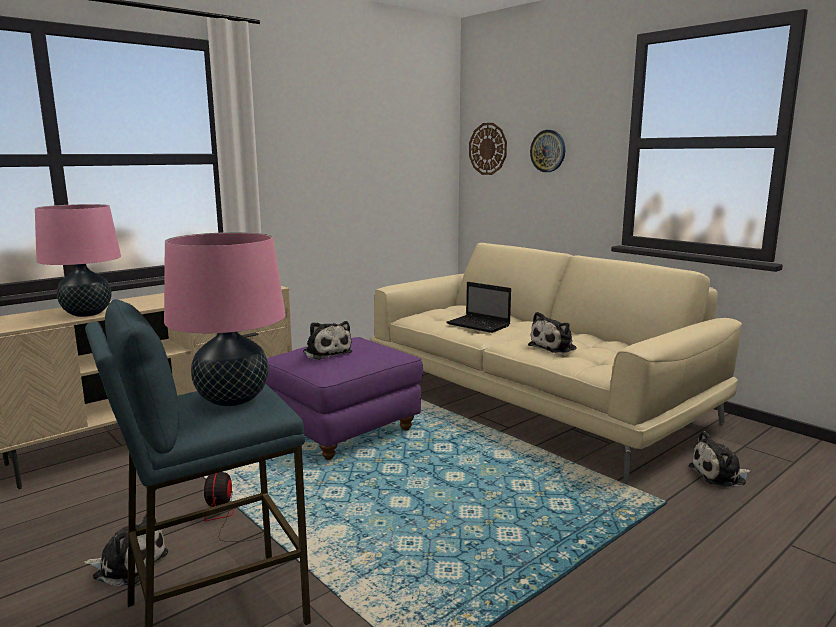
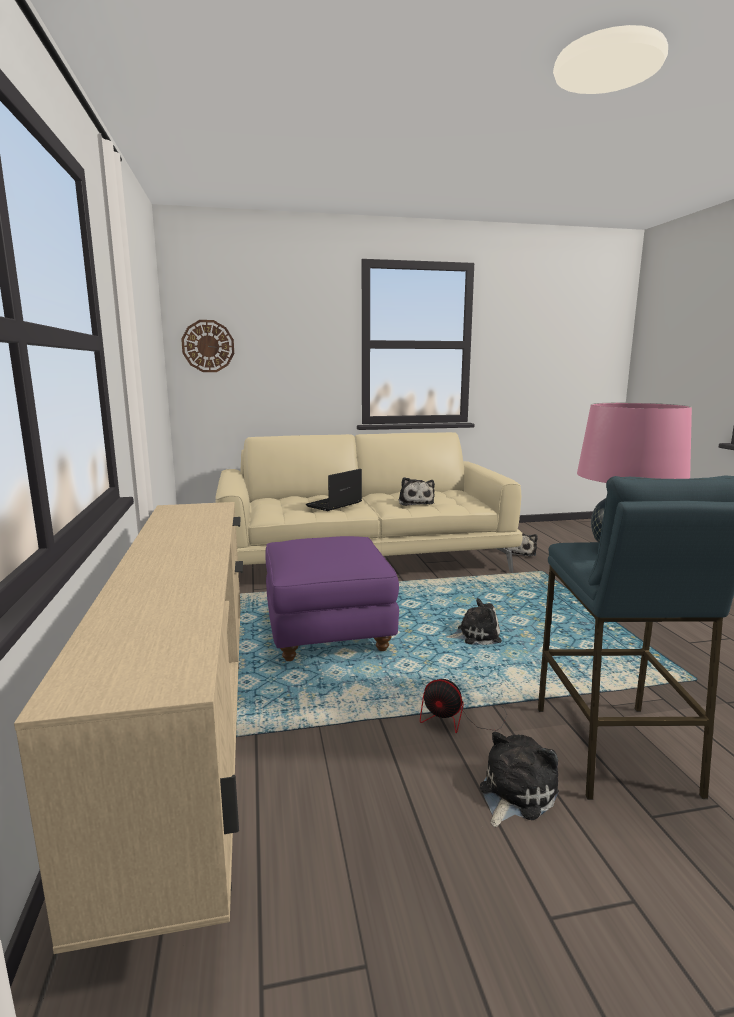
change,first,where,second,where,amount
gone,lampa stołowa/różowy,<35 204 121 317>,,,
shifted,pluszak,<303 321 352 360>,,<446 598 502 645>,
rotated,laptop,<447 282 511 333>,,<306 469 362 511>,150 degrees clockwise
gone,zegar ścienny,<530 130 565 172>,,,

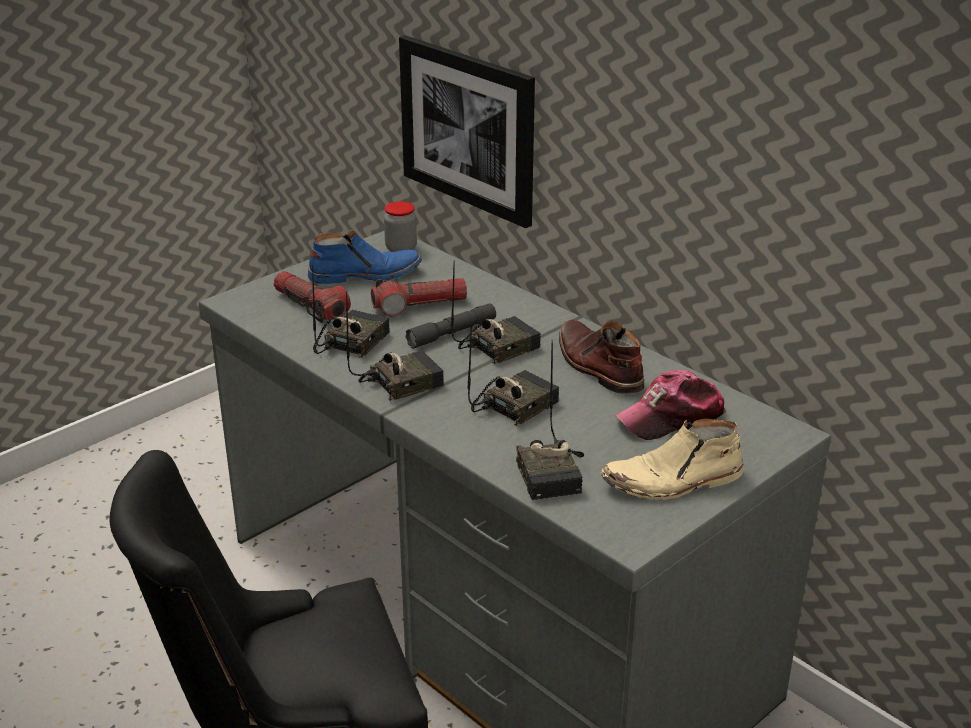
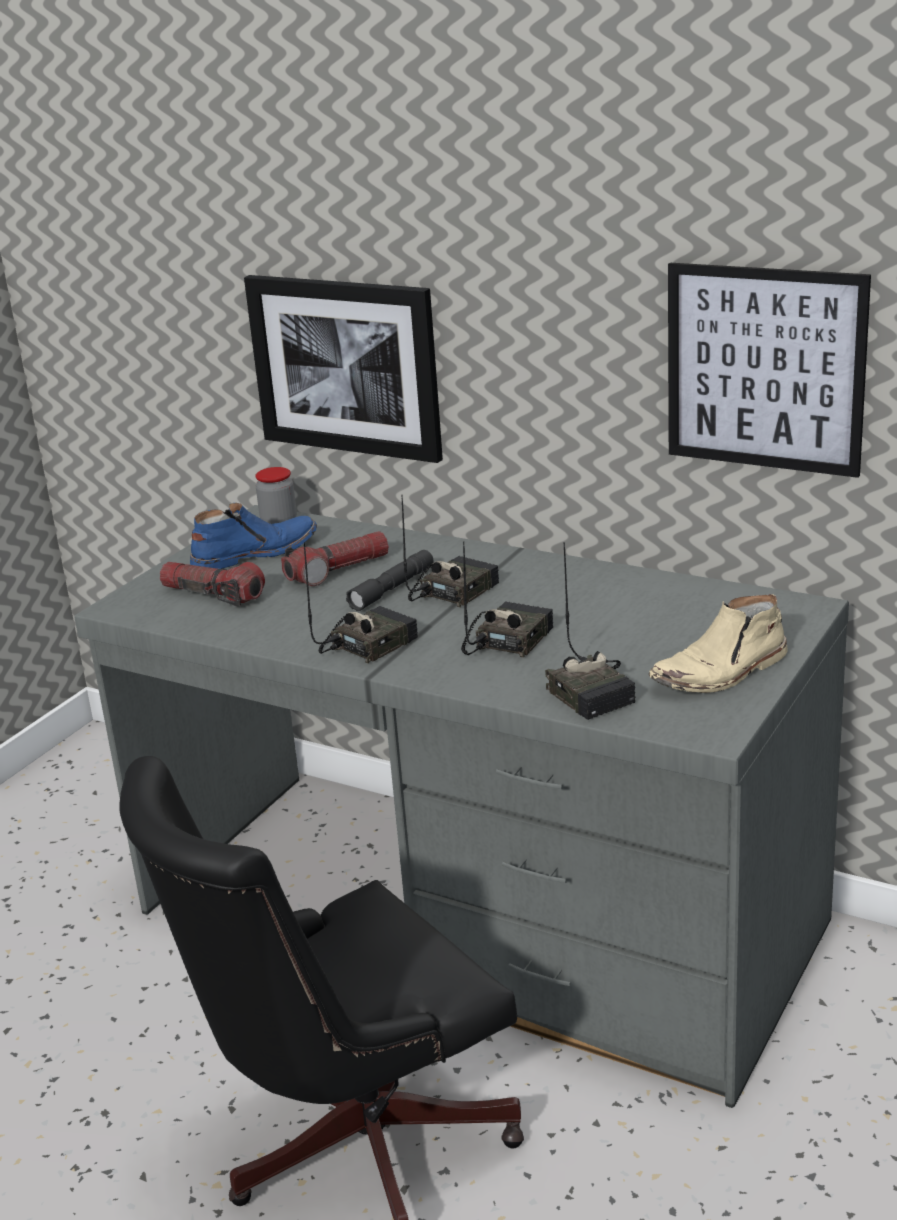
change,first,where,second,where,amount
gone,radio,<312 265 390 358>,,,
gone,but z cholewką/brązowy,<559 320 644 394>,,,
gone,czapka z daszkiem,<615 370 726 440>,,,
new,,,obraz,<668 263 871 478>,

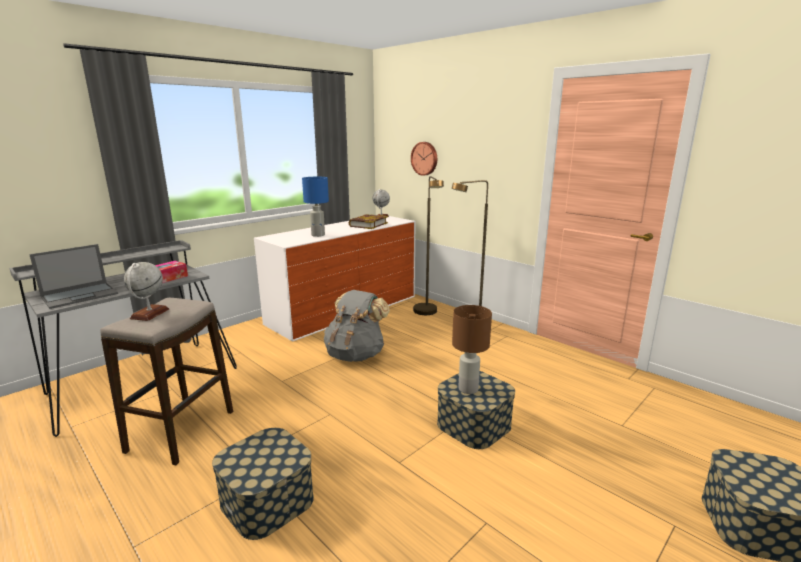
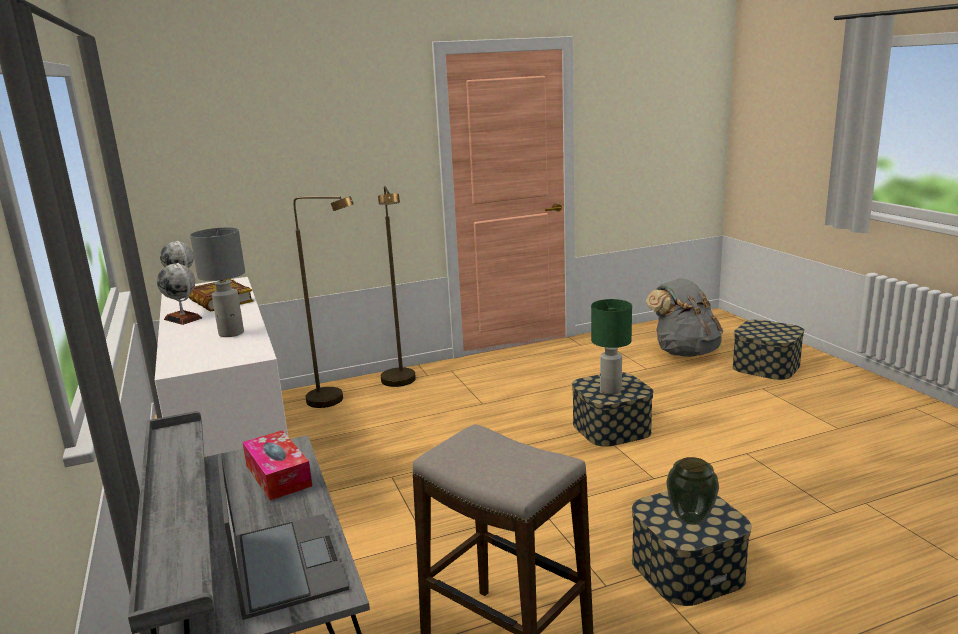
change,first,where,second,where,amount
shifted,globus,<124 262 169 321>,,<157 263 202 325>,
repainted,lampa stołowa/niebieski,<302 177 329 237>,lampa stołowa/szary,<190 227 245 337>,
shifted,plecak/szary,<324 290 390 362>,,<646 278 723 357>,
gone,zegar ścienny,<411 142 437 176>,,,
repainted,lampa stołowa/brązowy,<452 305 492 394>,lampa stołowa/zielony,<591 299 632 395>,
new,,,wazon,<666 457 719 525>,

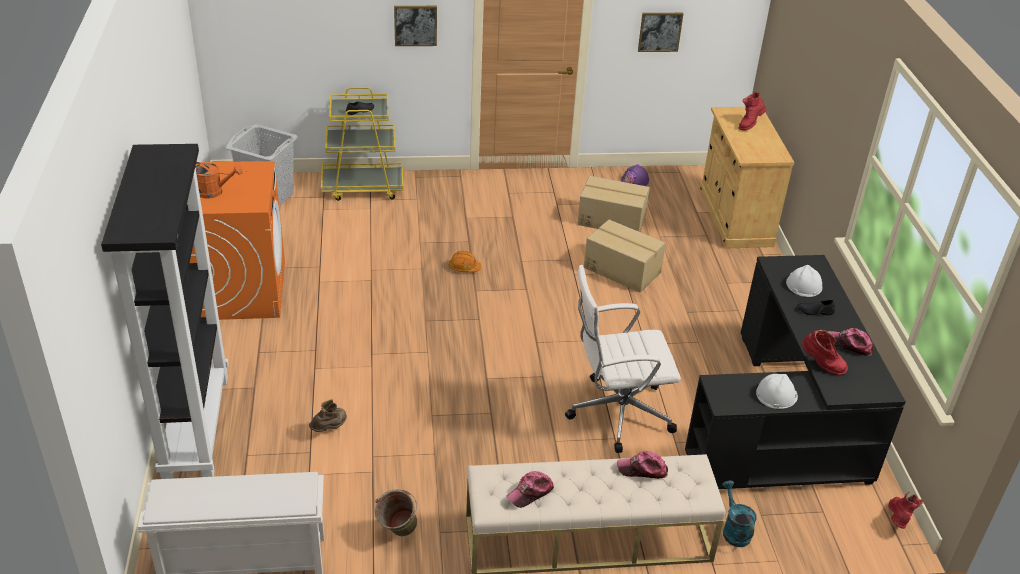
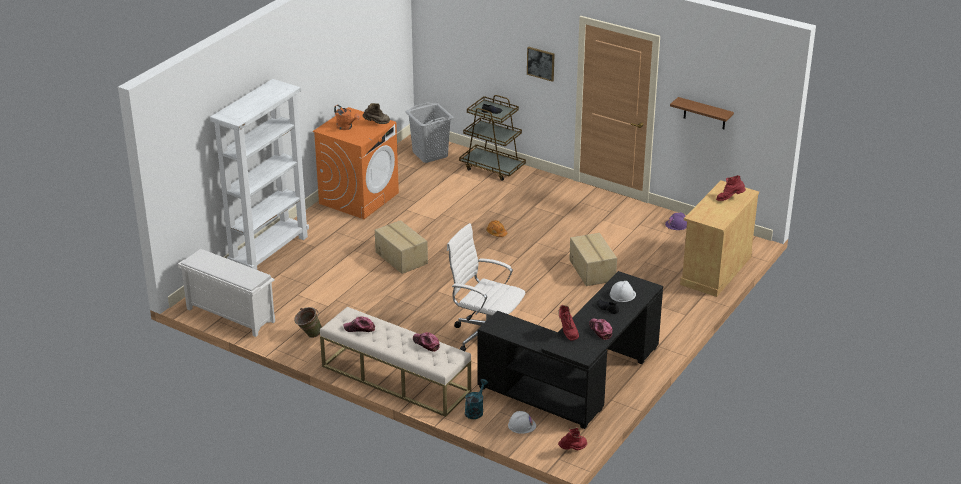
change,first,where,second,where,amount
repainted,regał/czarny,<101 144 228 479>,regał/biały,<210 79 309 270>,
shifted,but z cholewką/brązowy,<309 399 347 432>,,<362 103 390 124>,
repainted,wózek/żółty,<321 87 404 201>,wózek/brązowy,<459 95 526 181>,
shifted,karton,<578 176 650 232>,,<375 220 428 274>,
swapped,obraz,<638 13 683 52>,półka/brązowy,<670 97 734 129>,
shifted,kask/biały,<756 374 798 409>,,<508 411 536 434>,

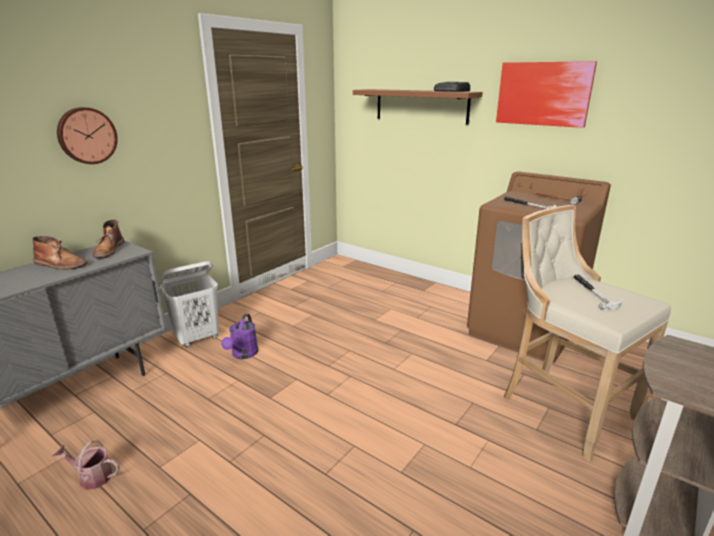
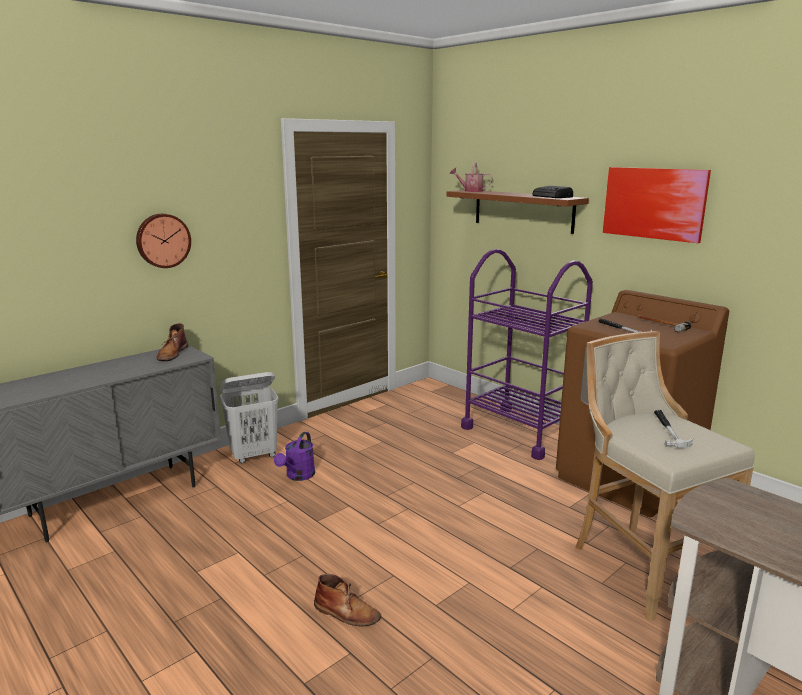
change,first,where,second,where,amount
shifted,but z cholewką/brązowy,<32 236 88 269>,,<314 574 381 626>,
shifted,konewka,<53 440 120 490>,,<450 163 493 192>,
new,,,wózek/fioletowy,<461 249 593 460>,

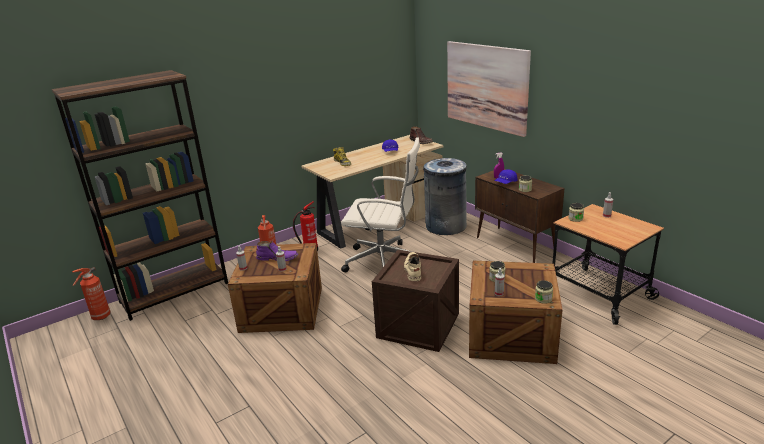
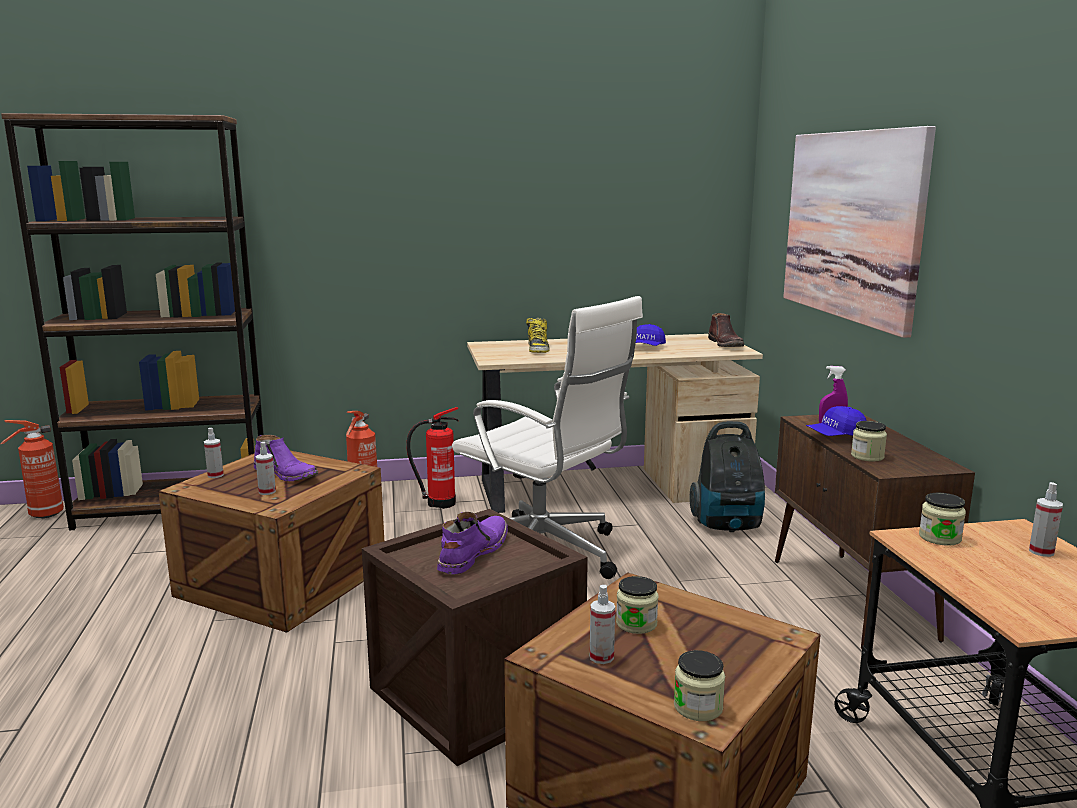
change,first,where,second,where,amount
repainted,but z cholewką/beżowy,<404 252 421 281>,but z cholewką/fioletowy,<437 512 508 575>,
swapped,kosz na śmieci/szary,<423 158 467 235>,odkurzacz,<689 421 765 532>,

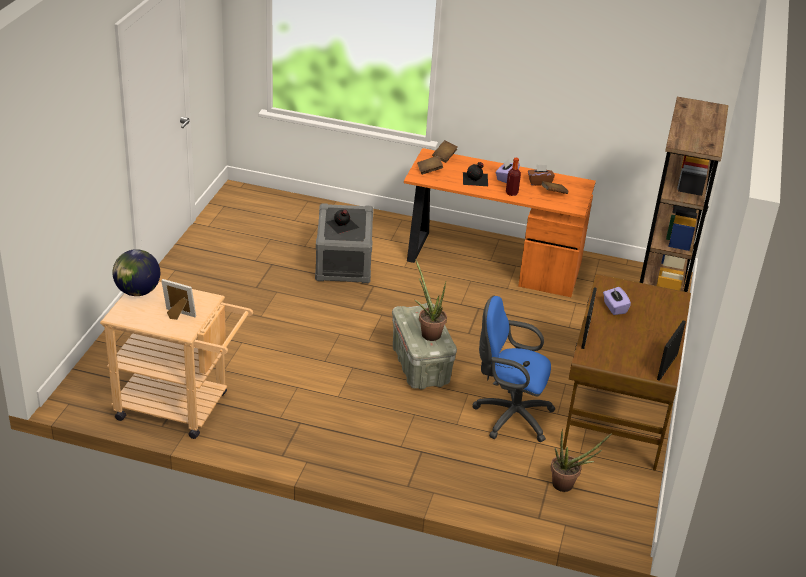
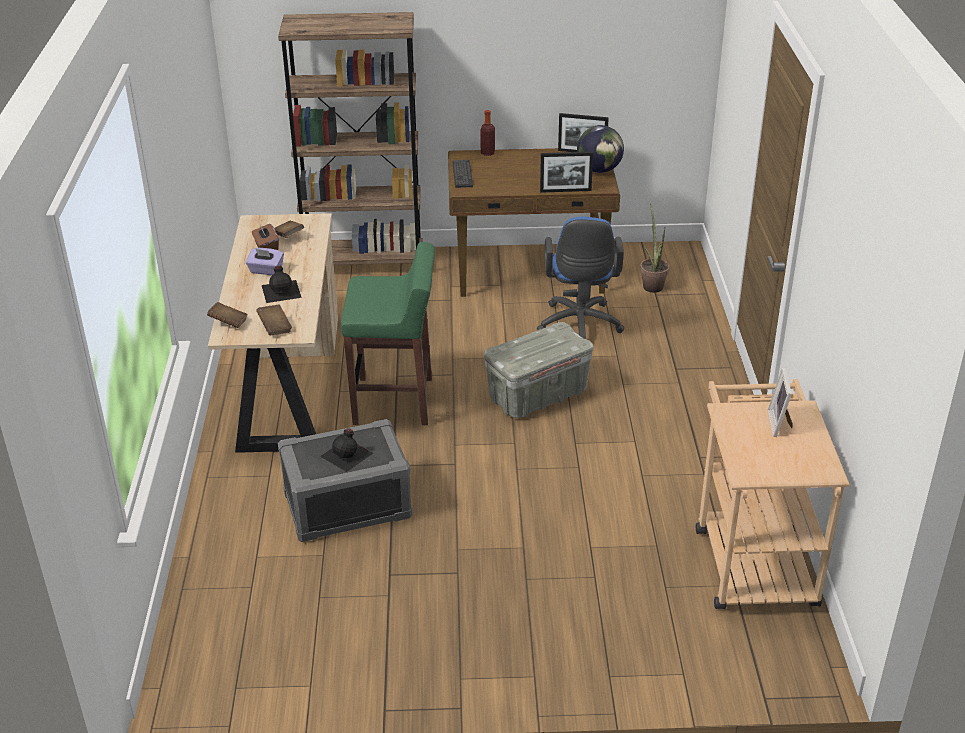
change,first,where,second,where,amount
shifted,globus,<113 249 160 296>,,<577 125 624 173>,
repainted,biurko/pomarańczowy,<404 148 596 297>,biurko/beżowy,<208 213 338 453>,
gone,roślina doniczkowa,<415 259 447 341>,,,
shifted,butelka,<506 158 521 196>,,<480 110 495 156>,
gone,pudełko chusteczek/fioletowy,<603 287 631 315>,,,
new,,,stołek/zielony,<341 242 435 425>,
new,,,klawiatura,<452 160 473 188>,

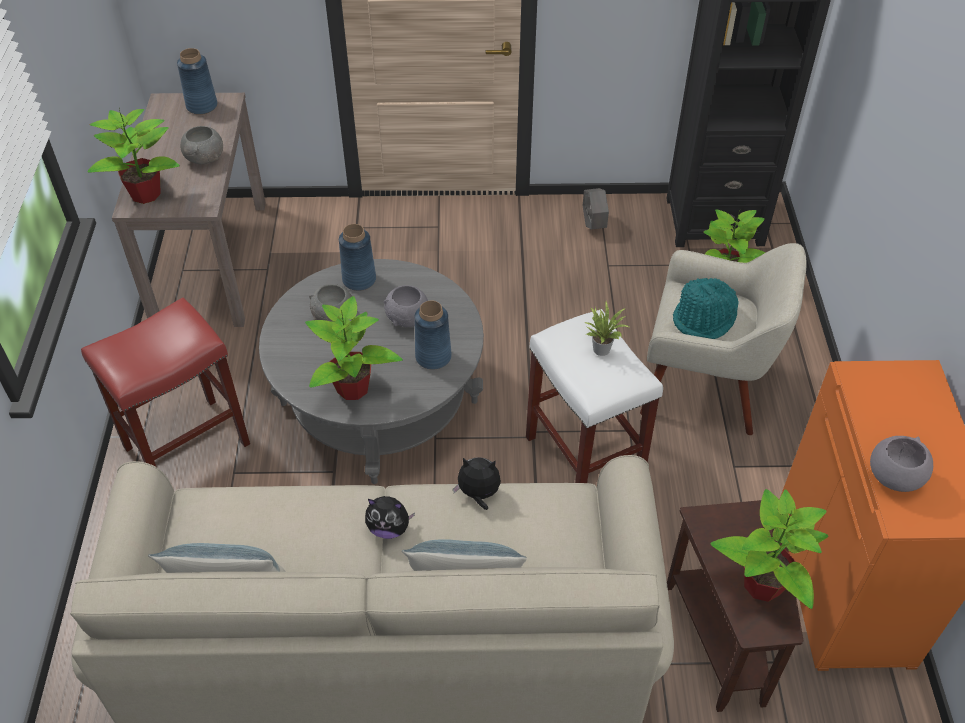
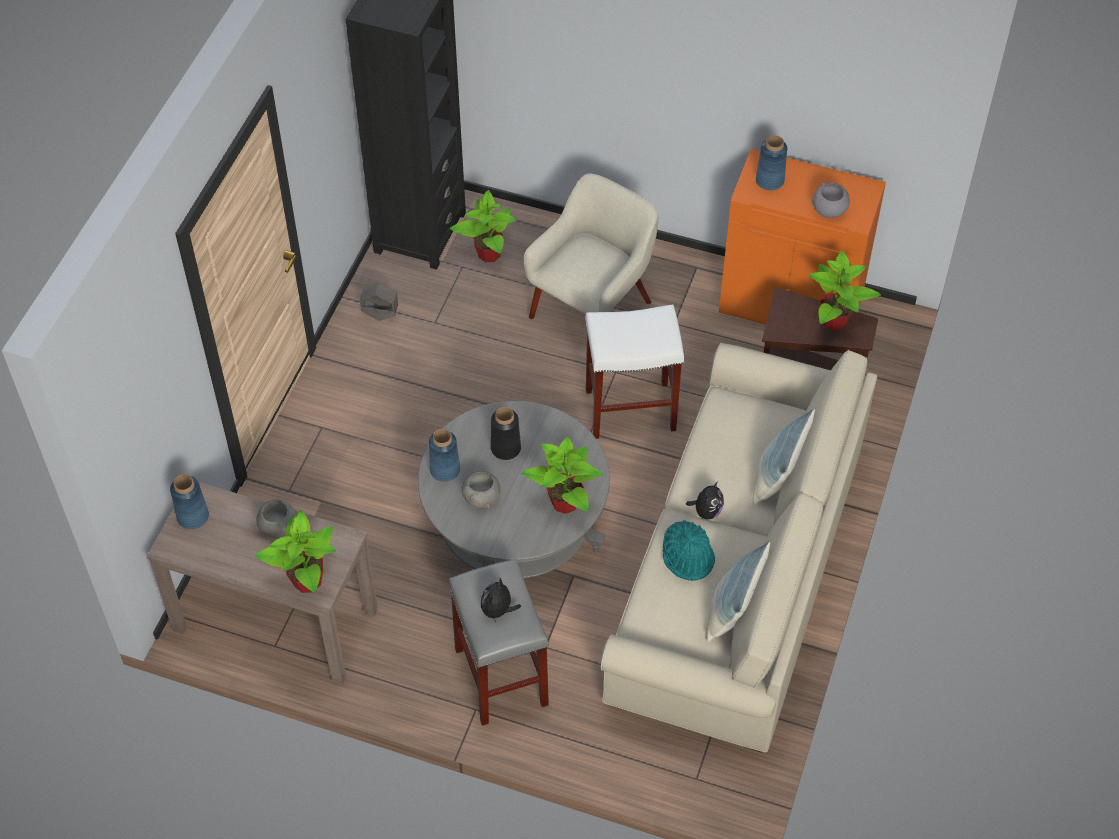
change,first,where,second,where,amount
repainted,stołek/czerwony,<81 297 250 467>,stołek/szary,<448 559 549 726>,
swapped,miska/szary,<384 285 428 327>,wazon/czarny,<491 407 521 460>,
shifted,wazon/niebieski,<414 300 452 370>,,<756 135 787 191>,
shifted,pluszak,<453 457 501 510>,,<481 578 521 622>,
gone,roślina doniczkowa,<583 301 629 356>,,,
shifted,kapelusz/turkusowy,<673 278 738 339>,,<663 520 715 581>,

